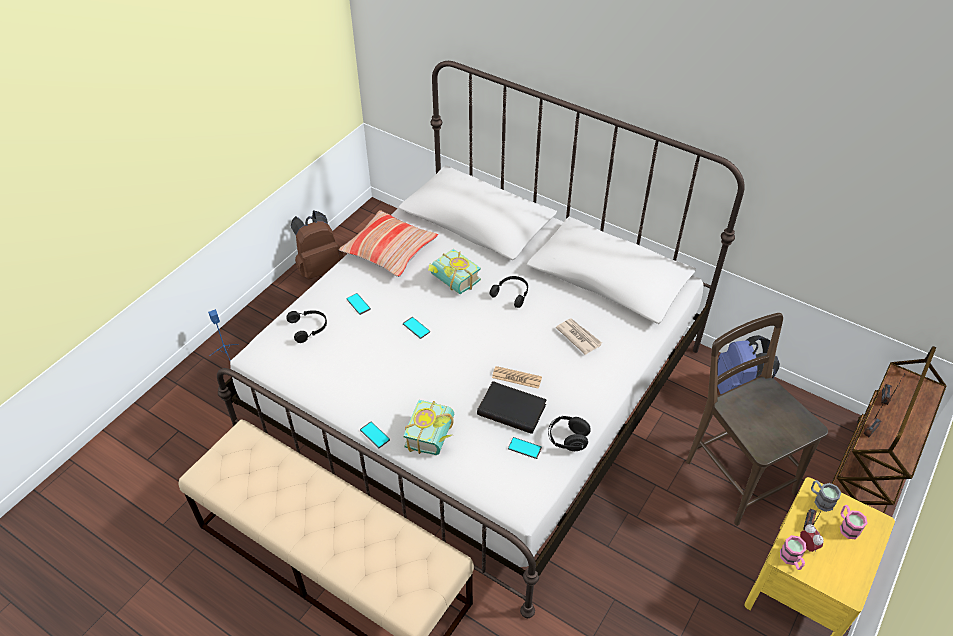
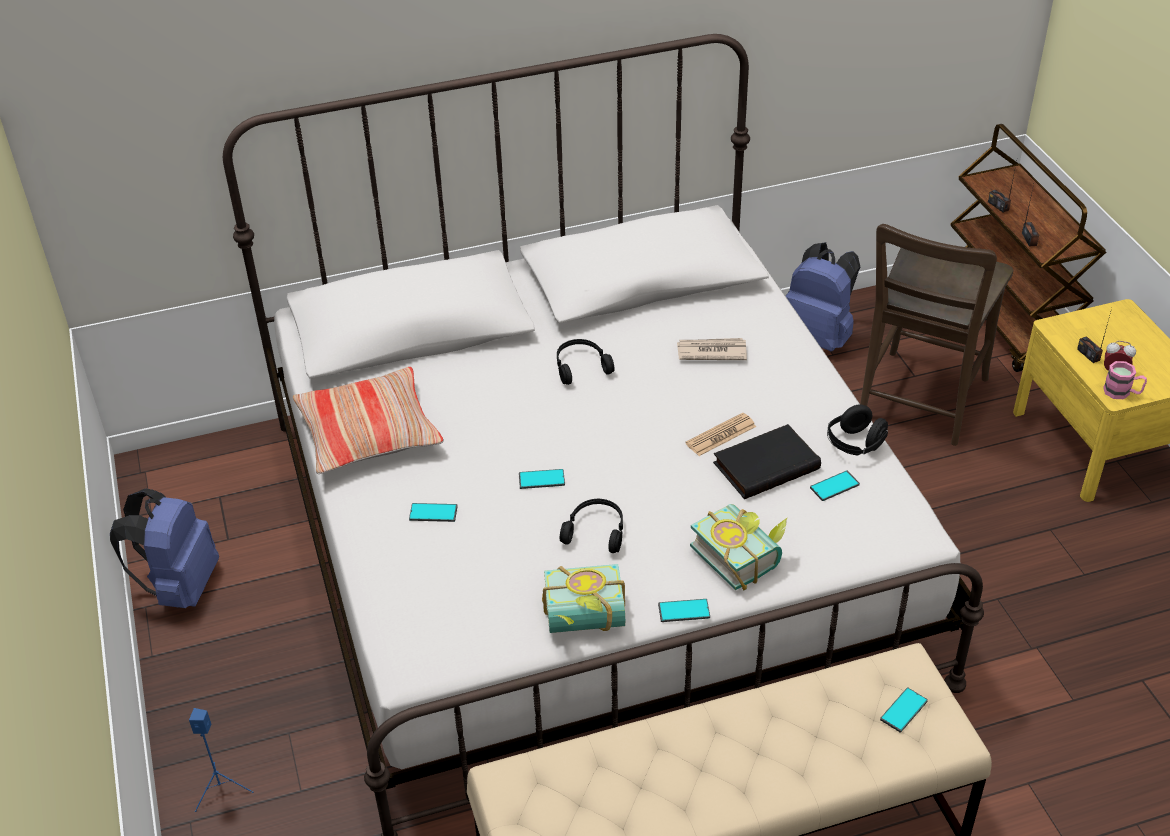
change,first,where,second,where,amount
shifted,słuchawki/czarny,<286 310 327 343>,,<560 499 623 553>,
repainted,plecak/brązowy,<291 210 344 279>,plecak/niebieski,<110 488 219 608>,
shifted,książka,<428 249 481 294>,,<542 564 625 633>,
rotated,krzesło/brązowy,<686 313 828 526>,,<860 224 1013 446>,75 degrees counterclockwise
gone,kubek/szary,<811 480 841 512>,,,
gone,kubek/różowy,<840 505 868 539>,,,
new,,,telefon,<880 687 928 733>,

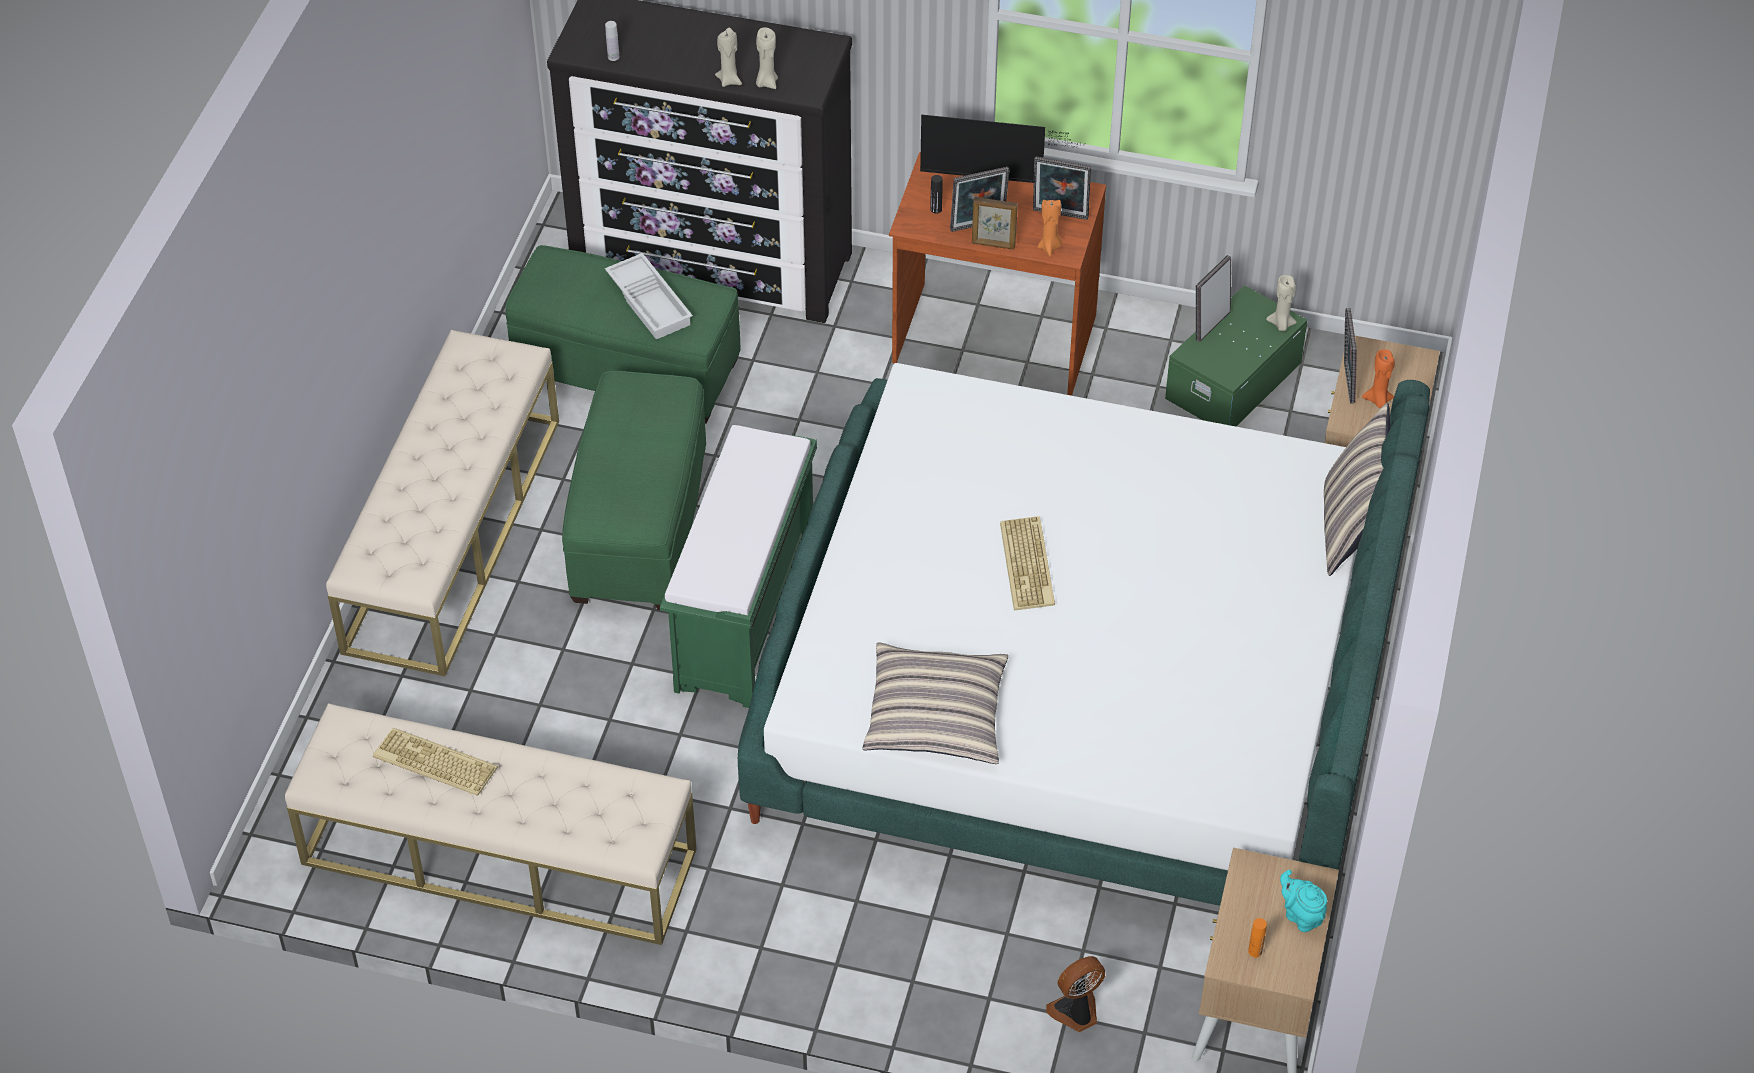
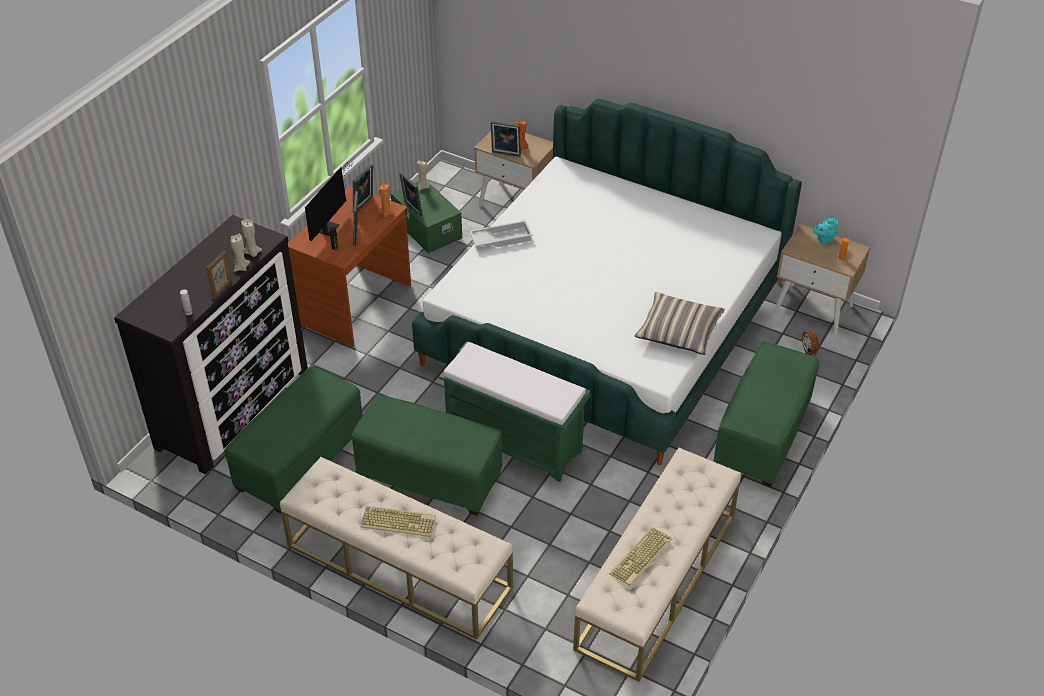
change,first,where,second,where,amount
shifted,taca/biały,<605 253 693 340>,,<469 220 533 247>,
shifted,ramka na zdjęcie,<972 197 1018 250>,,<206 251 232 298>,
shifted,klawiatura,<1000 516 1055 611>,,<360 506 436 537>,
gone,poduszka,<1324 403 1390 576>,,,
new,,,pufa/zielony,<714 342 819 487>,

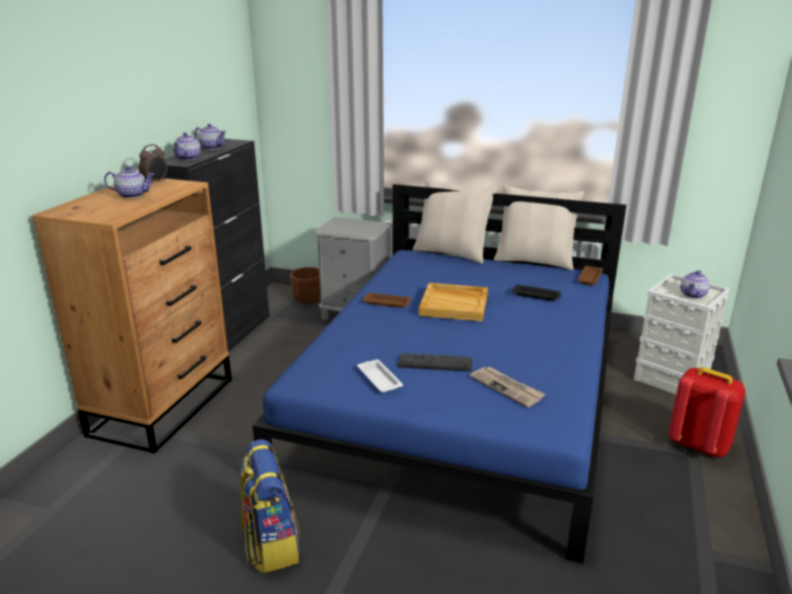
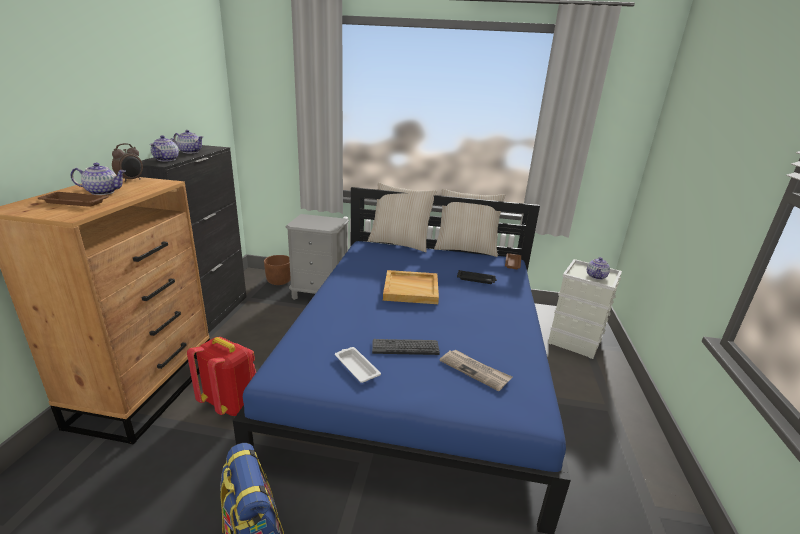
change,first,where,second,where,amount
shifted,taca/brązowy,<363 293 412 308>,,<38 192 109 207>,
shifted,plecak/czerwony,<669 367 746 458>,,<187 337 256 416>,

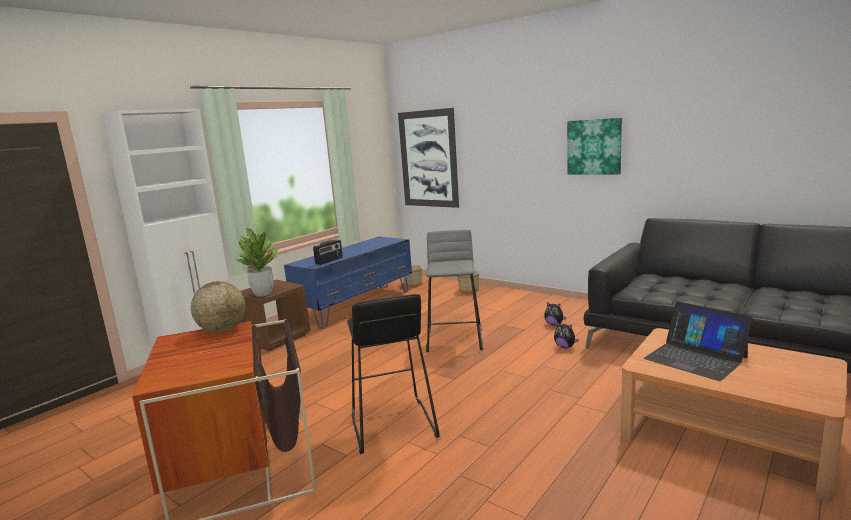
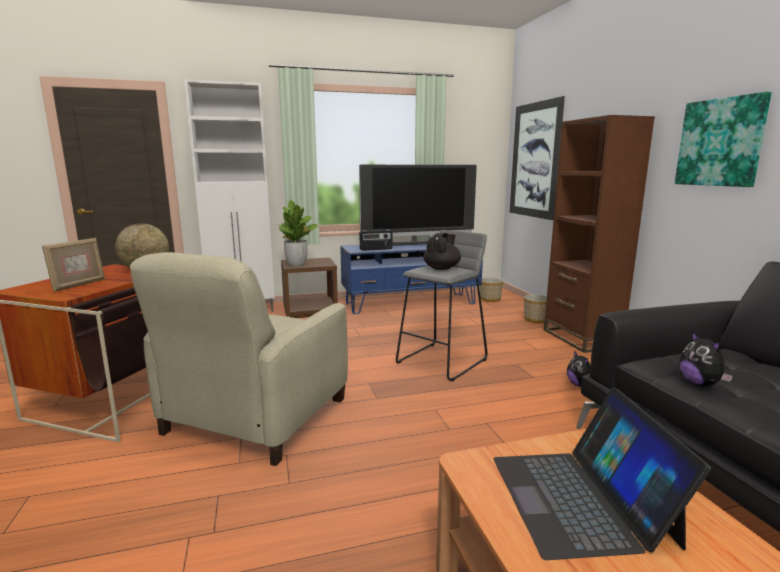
change,first,where,second,where,amount
swapped,stołek/czarny,<347 294 440 454>,fotel/beżowy,<130 252 348 466>,
shifted,pluszak,<554 322 579 348>,,<679 331 733 386>,
new,,,ramka na zdjęcie,<42 237 105 292>,
new,,,telewizor,<359 165 477 246>,
new,,,imbryk/czarny,<423 233 461 270>,
new,,,regał/brązowy,<544 115 655 353>,

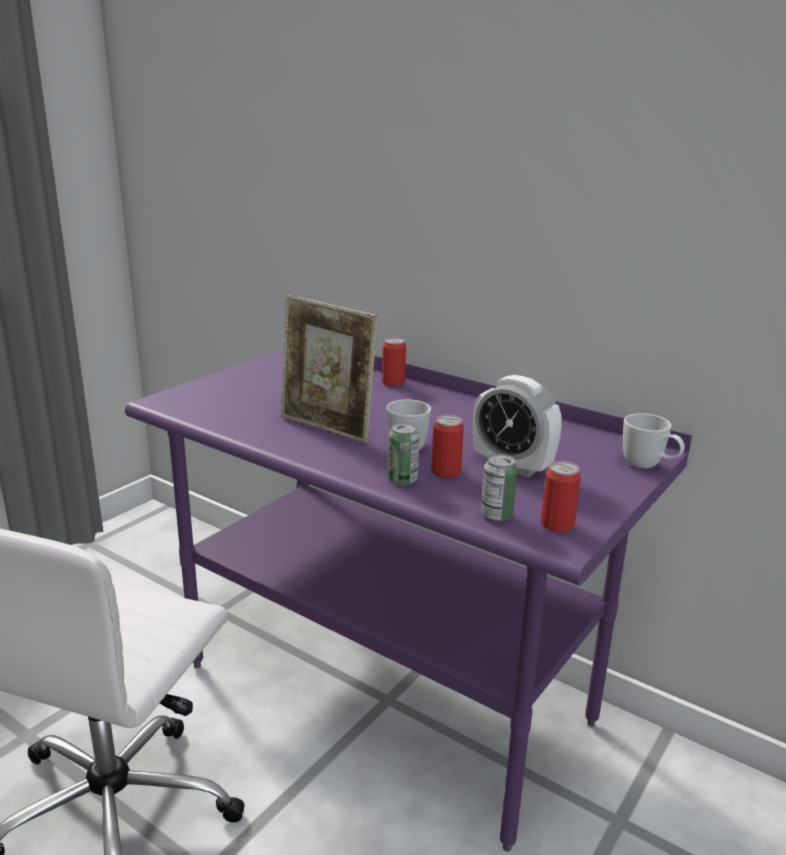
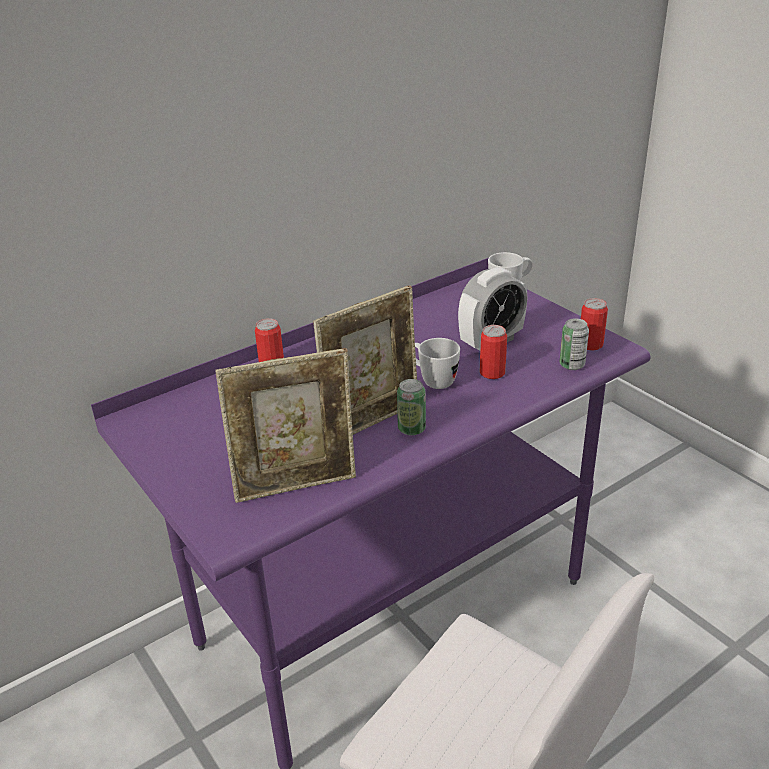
change,first,where,second,where,amount
shifted,puszka,<388 423 419 485>,,<397 379 426 436>,
new,,,ramka na zdjęcie,<215 348 356 503>,

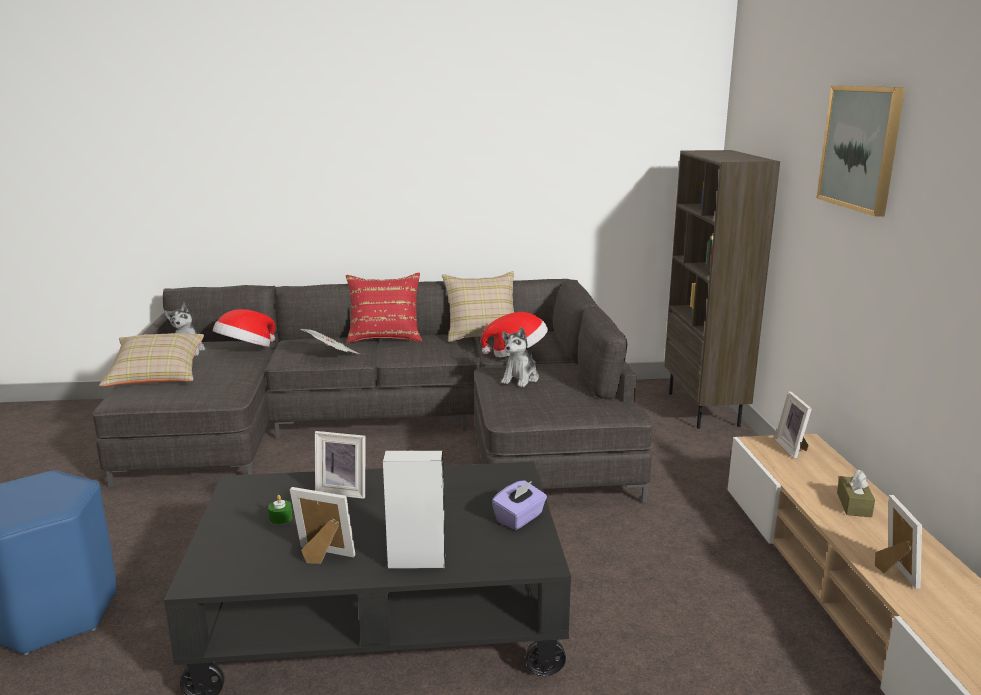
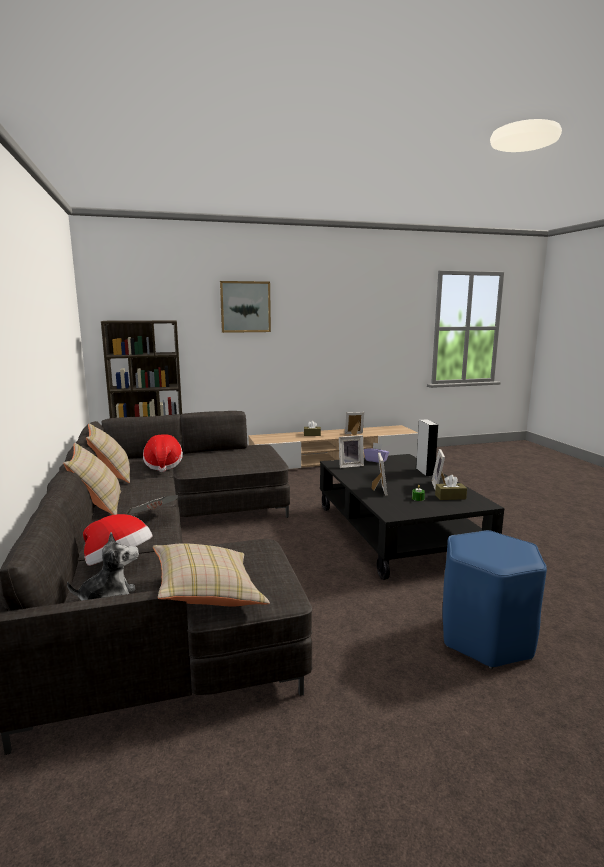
change,first,where,second,where,amount
repainted,poduszka/czerwony,<346 273 422 343>,poduszka/beżowy,<63 443 121 515>,
gone,pluszak,<501 327 539 387>,,,
shifted,ramka na zdjęcie,<775 391 812 459>,,<339 435 364 468>,
new,,,pudełko chusteczek/brązowy,<435 475 467 500>,

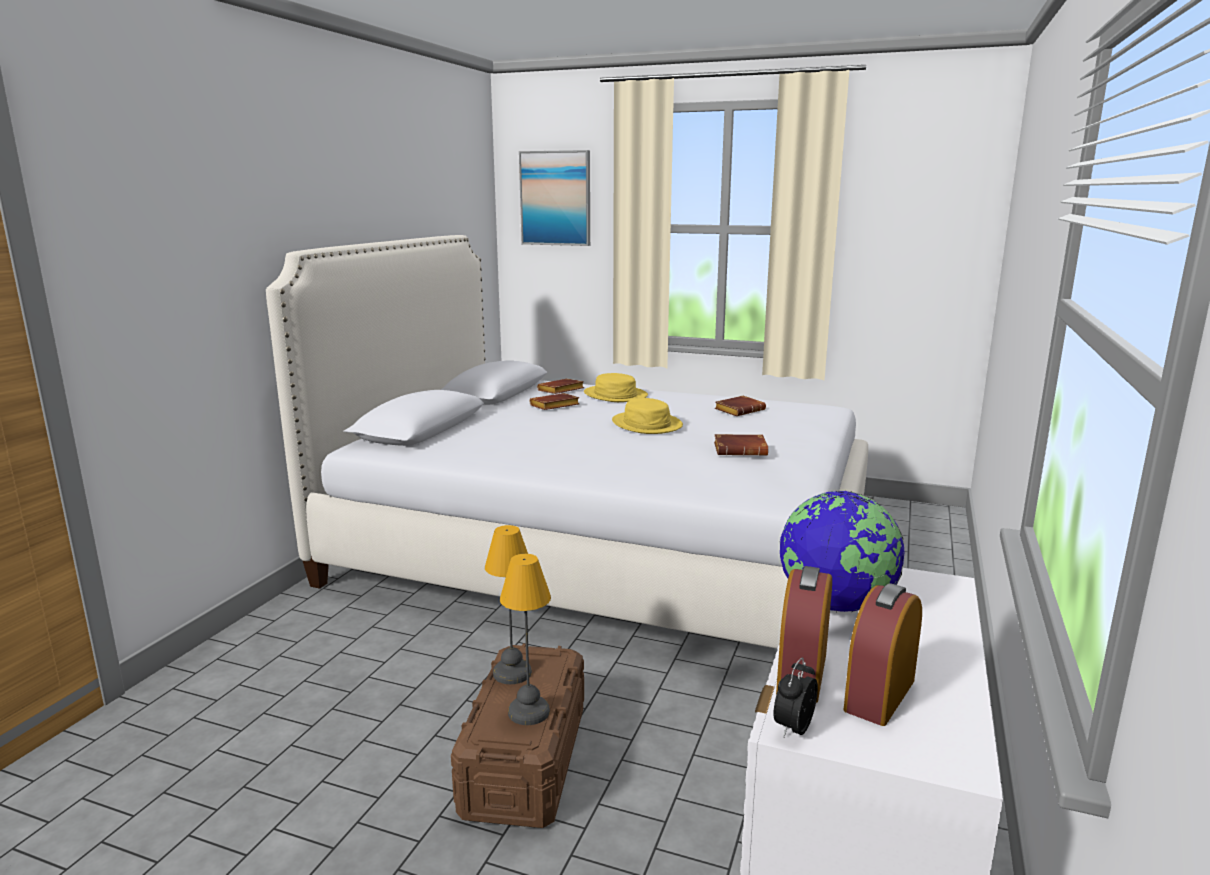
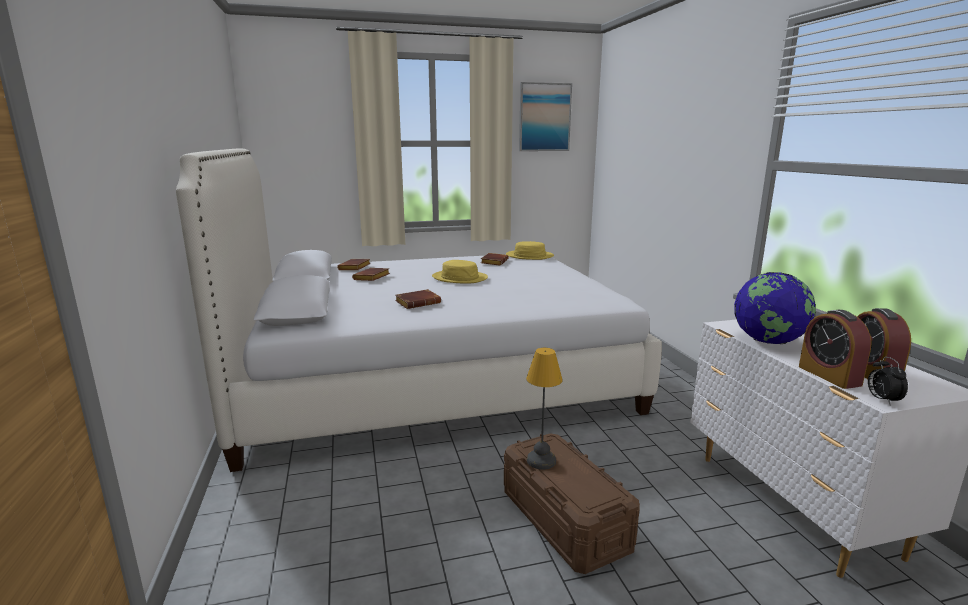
change,first,where,second,where,amount
gone,lampa stołowa,<500 554 551 725>,,,
shifted,obraz,<519 150 590 246>,,<519 82 572 151>,
shifted,kapelusz/żółty,<584 373 648 402>,,<506 241 554 260>,
shifted,książka/brązowy,<714 434 768 456>,,<395 289 441 309>,

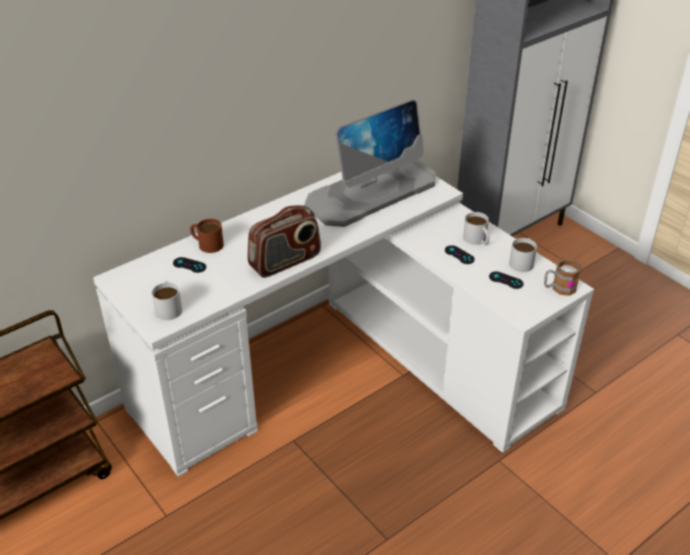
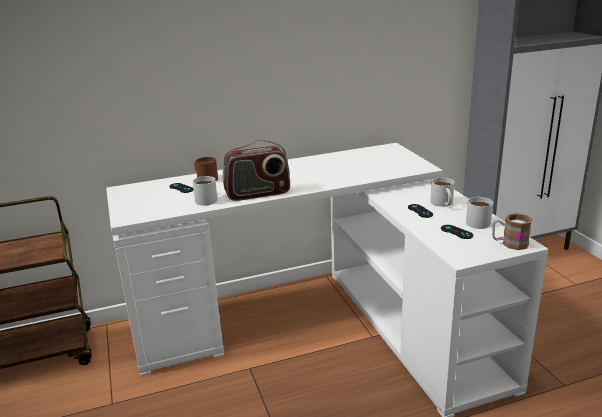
change,first,where,second,where,amount
shifted,kubek/biały,<152 281 182 320>,,<192 176 218 206>,
gone,monitor,<305 99 436 227>,,,

